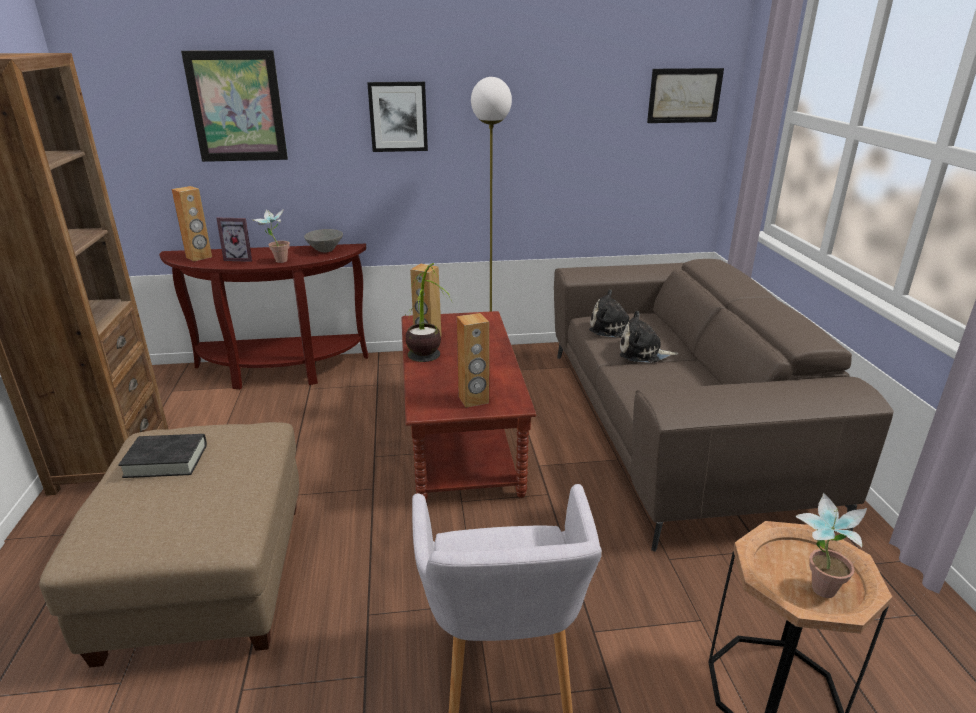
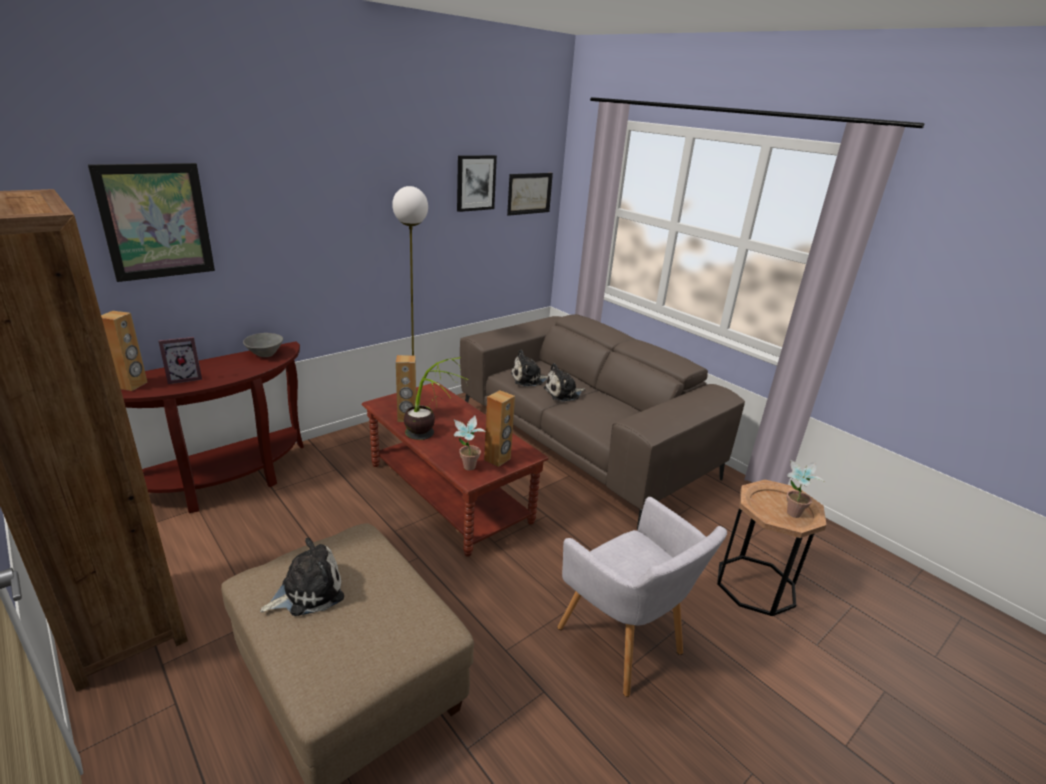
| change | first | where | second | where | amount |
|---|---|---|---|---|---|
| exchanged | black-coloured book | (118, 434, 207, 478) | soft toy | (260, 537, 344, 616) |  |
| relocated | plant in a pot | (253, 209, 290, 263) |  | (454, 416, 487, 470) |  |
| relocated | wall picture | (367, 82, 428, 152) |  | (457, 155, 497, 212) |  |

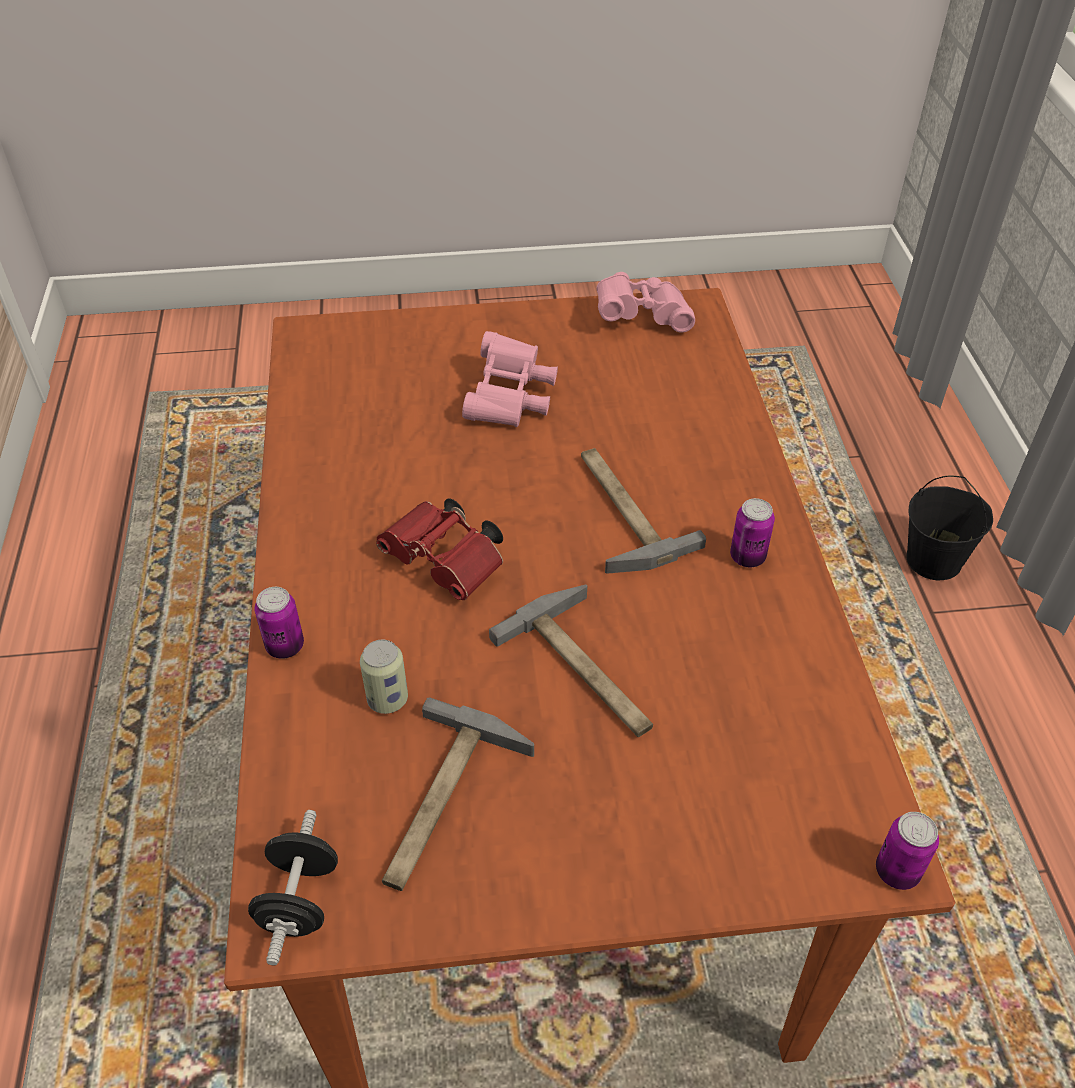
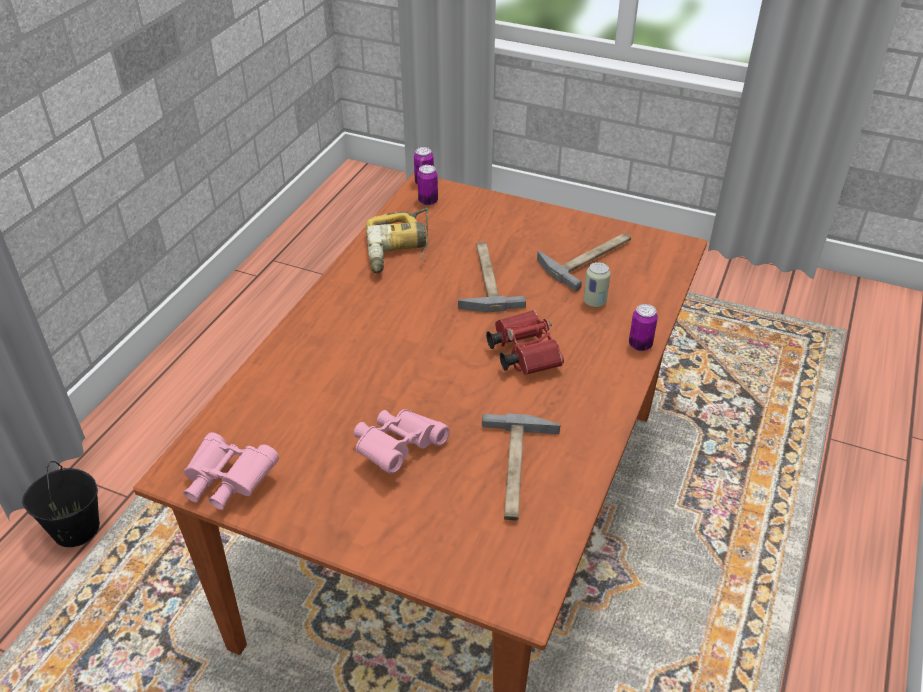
| change | first | where | second | where | amount |
|---|---|---|---|---|---|
| appeared |  |  | drill | (366, 207, 429, 273) |  |
| relocated | can | (730, 498, 775, 567) |  | (417, 165, 438, 206) |  |
| relocated | tool hammer | (581, 448, 706, 574) |  | (482, 413, 560, 521) |  |
| missing | black-coloured free weight | (248, 810, 338, 965) |  |  |  |

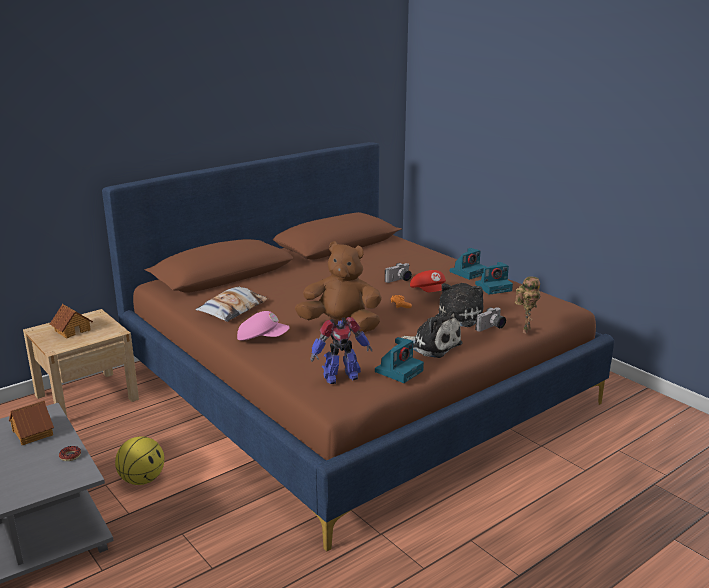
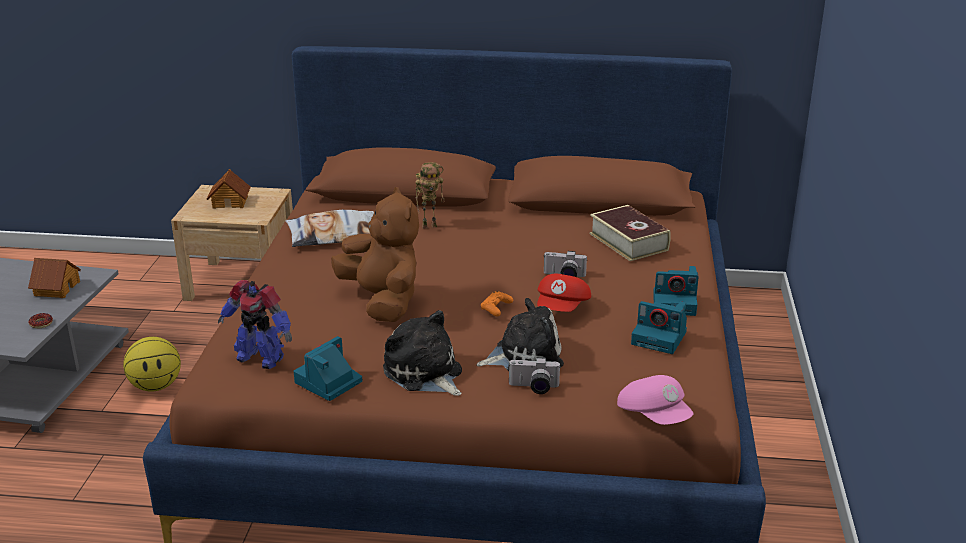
| change | first | where | second | where | amount |
|---|---|---|---|---|---|
| spun | photo camera | (375, 337, 424, 383) |  | (293, 336, 362, 401) | 135 degrees clockwise |
| spun | soft toy | (401, 310, 463, 358) |  | (383, 310, 462, 396) | 150 degrees clockwise |
| relocated | robot figure | (515, 276, 541, 334) |  | (415, 162, 444, 229) |  |
| appeared |  |  | book | (589, 205, 671, 261) |  |
| relocated | pinkish peaked cap | (237, 311, 290, 341) |  | (617, 375, 693, 425) |  |

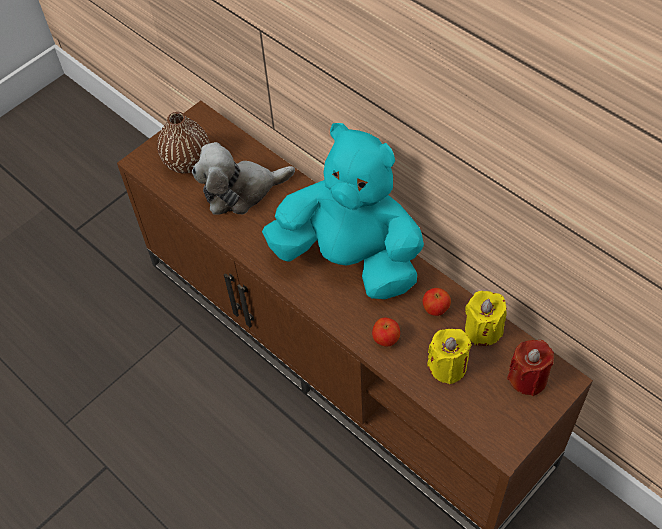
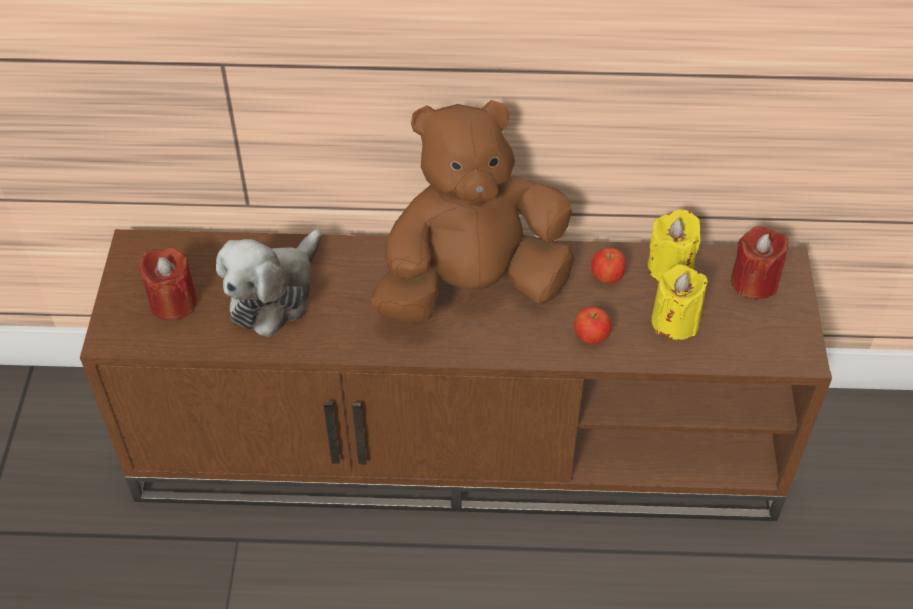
| change | first | where | second | where | amount |
|---|---|---|---|---|---|
| exchanged | brown flower vase | (157, 112, 209, 173) | red wax light | (138, 247, 197, 321) |  |
| colour | turquoise soft toy | (262, 123, 424, 299) | brown soft toy | (371, 100, 575, 324) |  |

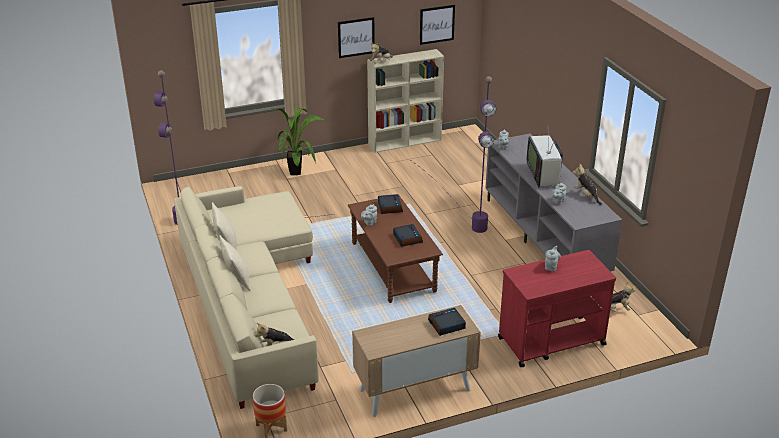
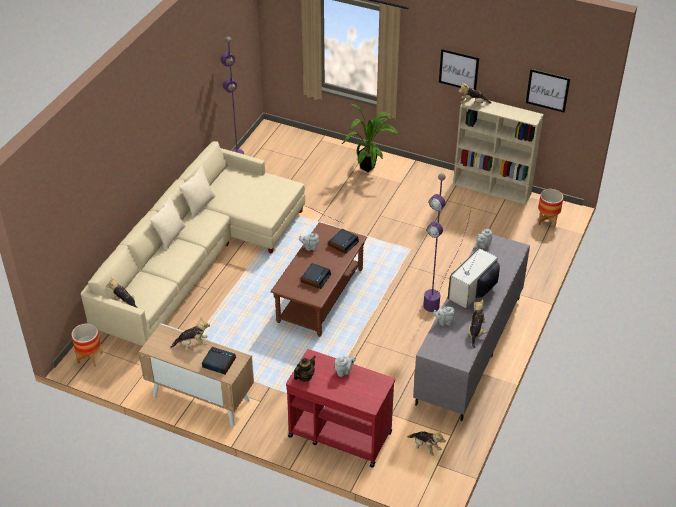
| change | first | where | second | where | amount |
|---|---|---|---|---|---|
| appeared |  |  | soft toy | (170, 318, 210, 348) |  |
| appeared |  |  | teapot | (294, 356, 316, 381) |  |
| appeared |  |  | plant pot | (538, 189, 563, 228) |  |

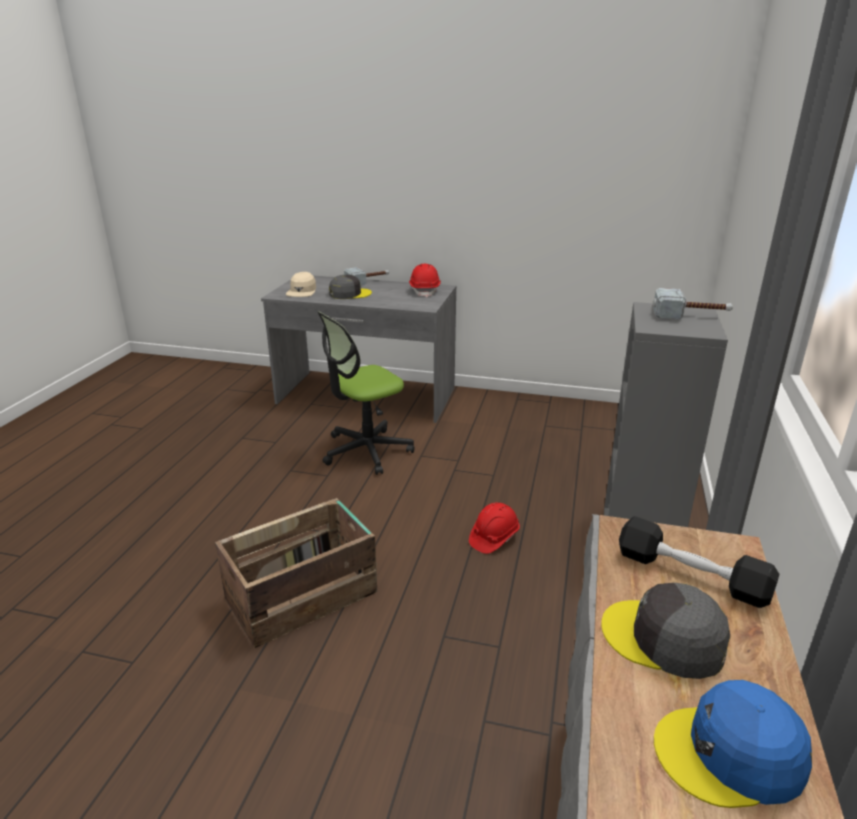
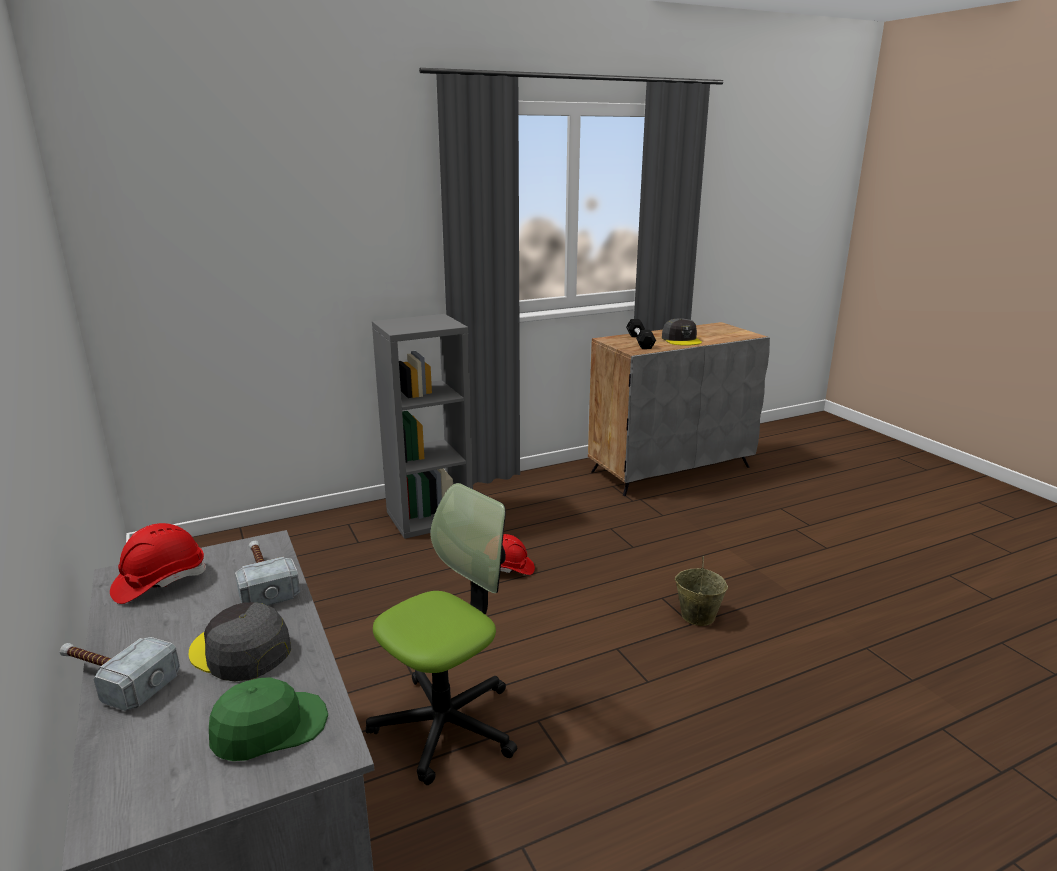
| change | first | where | second | where | amount |
|---|---|---|---|---|---|
| colour | sand-coloured peaked cap | (286, 272, 316, 297) | green-coloured peaked cap | (209, 677, 328, 761) |  |
| relocated | tool hammer | (653, 288, 733, 320) |  | (235, 541, 300, 605) |  |
| spun | desk chair | (318, 312, 415, 475) |  | (366, 483, 517, 785) | 60 degrees counterclockwise |
| exchanged | crate | (215, 498, 377, 648) | sand-coloured pail | (675, 556, 728, 626) |  |
| missing | blue-coloured peaked cap | (654, 680, 812, 808) |  |  |  |

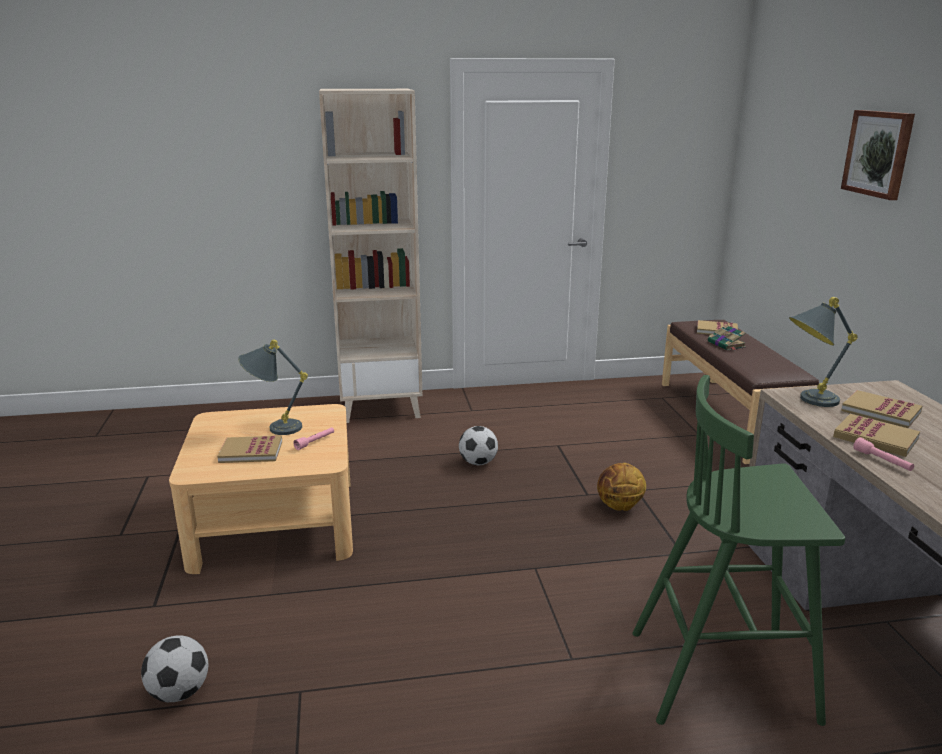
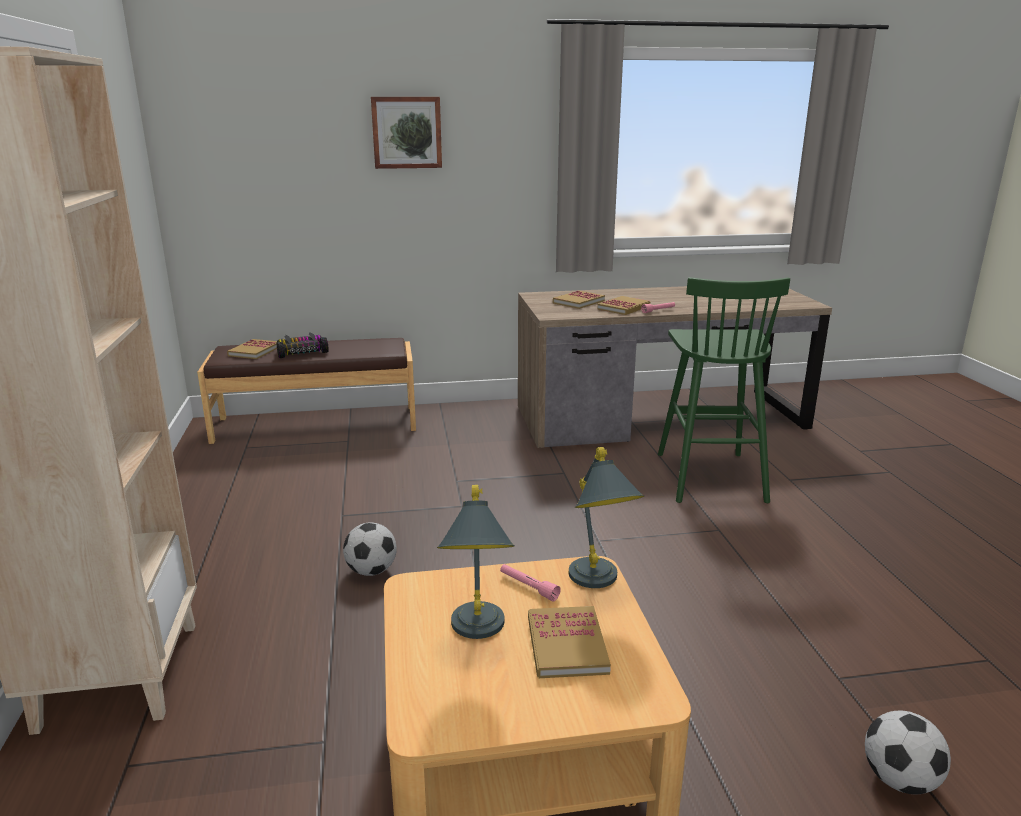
| change | first | where | second | where | amount |
|---|---|---|---|---|---|
| exchanged | book | (708, 325, 746, 351) | miniature car | (277, 332, 328, 358) |  |
| relocated | gray table lamp | (789, 297, 858, 407) |  | (569, 447, 644, 588) |  |
| missing | ball for basketball | (597, 463, 646, 511) |  |  |  |

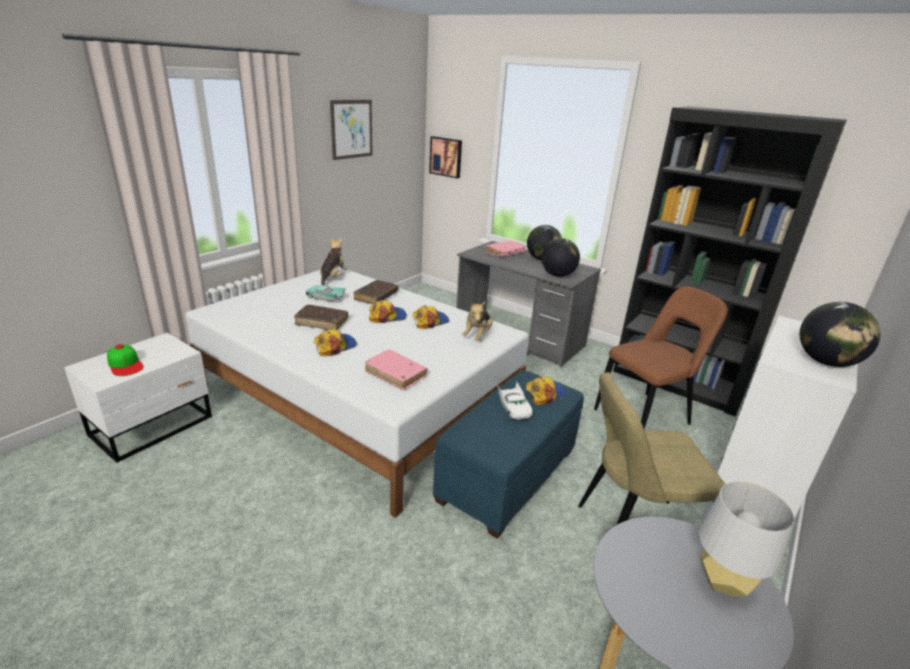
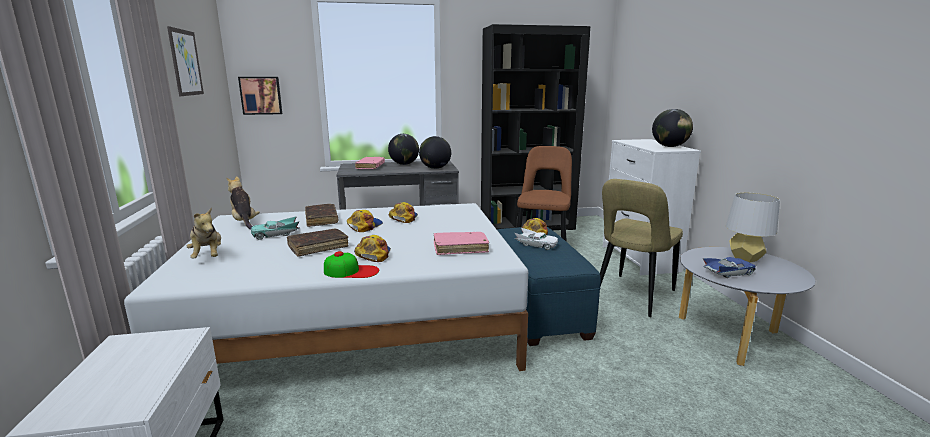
| change | first | where | second | where | amount |
|---|---|---|---|---|---|
| relocated | soft toy | (462, 302, 493, 341) |  | (187, 207, 221, 258) |  |
| relocated | peaked cap | (107, 344, 144, 376) |  | (324, 251, 379, 278) |  |
| appeared |  |  | blue-coloured miniature car | (703, 257, 755, 278) |  |

